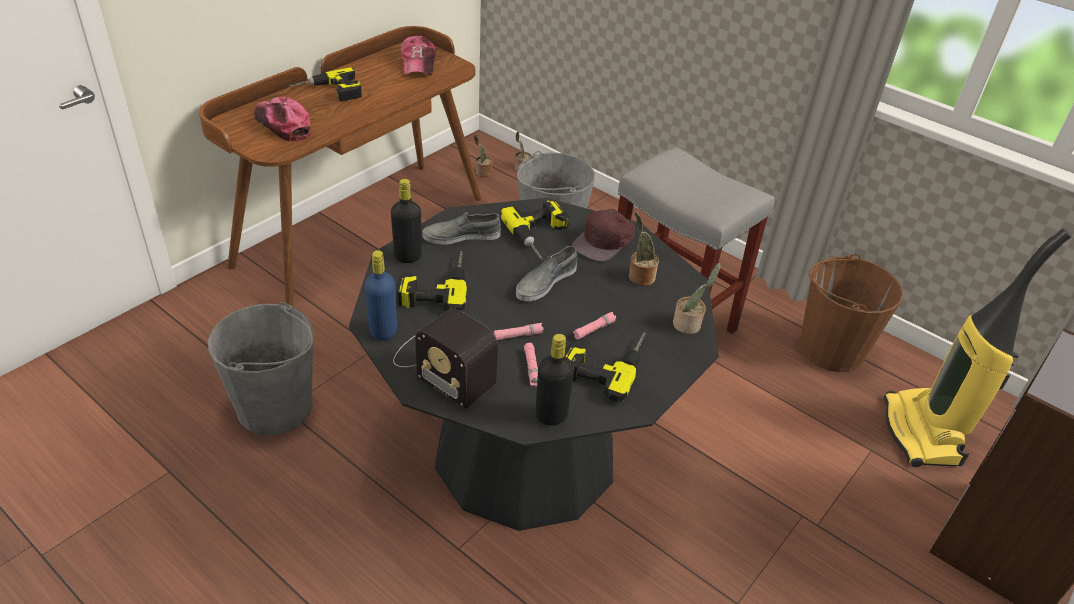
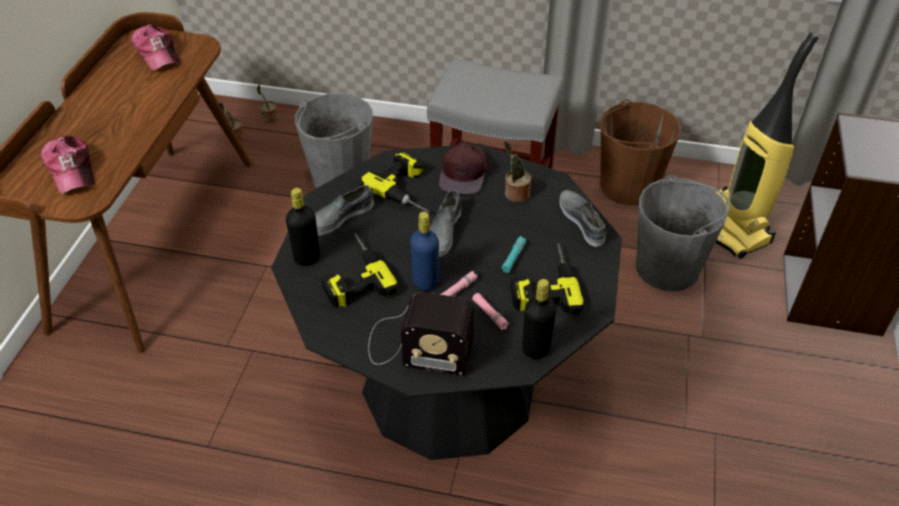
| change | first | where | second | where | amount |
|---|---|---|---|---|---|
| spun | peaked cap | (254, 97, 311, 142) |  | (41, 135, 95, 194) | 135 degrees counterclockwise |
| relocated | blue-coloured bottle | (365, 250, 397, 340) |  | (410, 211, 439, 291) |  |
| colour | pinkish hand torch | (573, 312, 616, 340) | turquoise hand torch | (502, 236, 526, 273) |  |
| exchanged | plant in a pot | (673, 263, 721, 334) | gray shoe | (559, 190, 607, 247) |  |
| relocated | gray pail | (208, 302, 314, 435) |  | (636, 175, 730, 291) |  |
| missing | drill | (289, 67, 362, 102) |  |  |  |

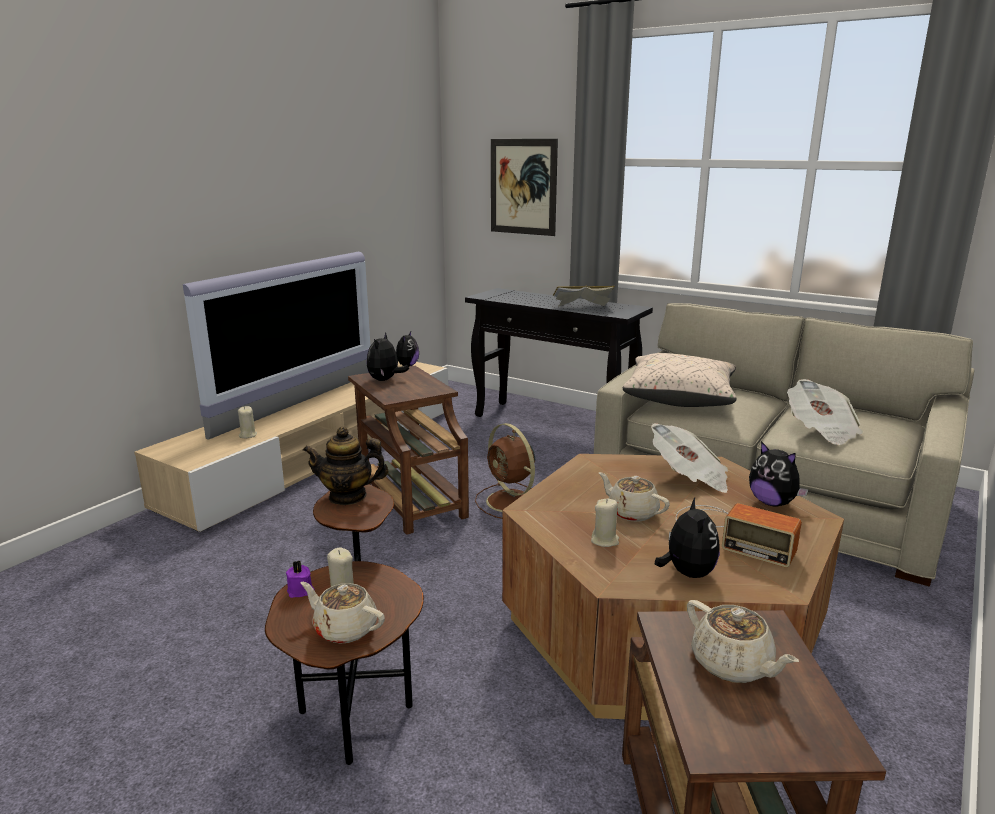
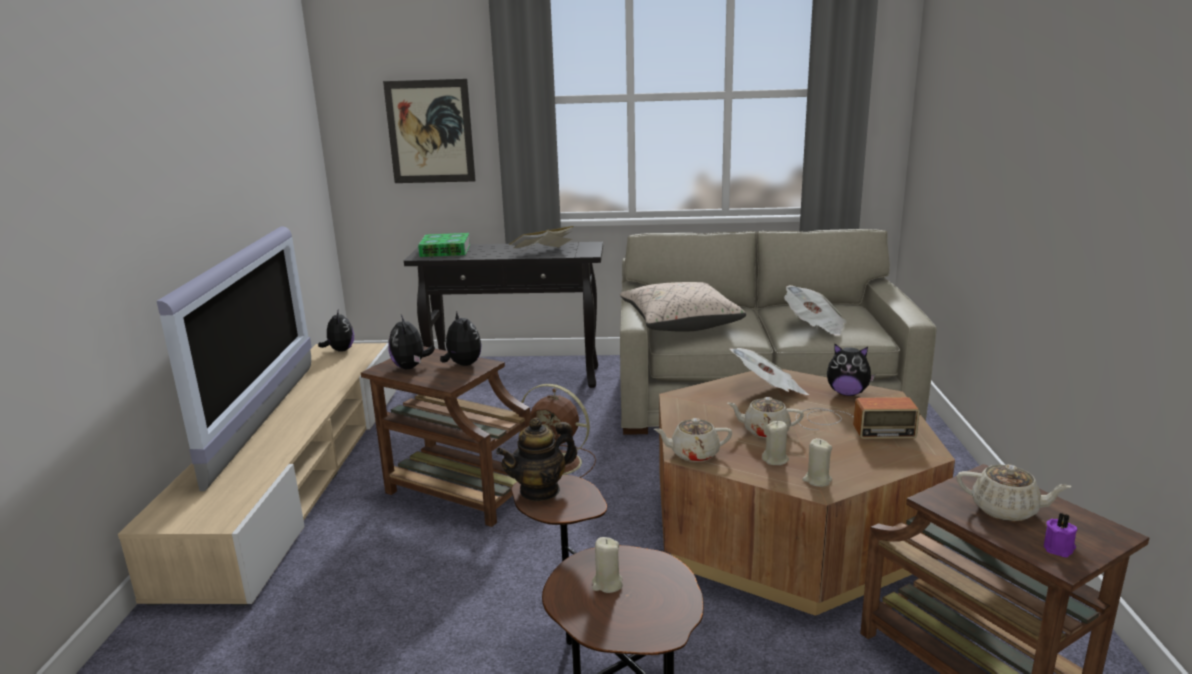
| change | first | where | second | where | amount |
|---|---|---|---|---|---|
| appeared |  |  | book | (418, 233, 470, 257) |  |
| relocated | soft toy | (655, 498, 720, 578) |  | (440, 312, 481, 366) |  |
| relocated | sand-coloured teapot | (301, 582, 385, 643) |  | (653, 418, 732, 462) |  |
| relocated | sand-coloured wax light | (238, 406, 257, 438) |  | (802, 438, 832, 487) |  |
| relocated | purple wax light | (286, 561, 314, 598) |  | (1044, 513, 1077, 558) |  |

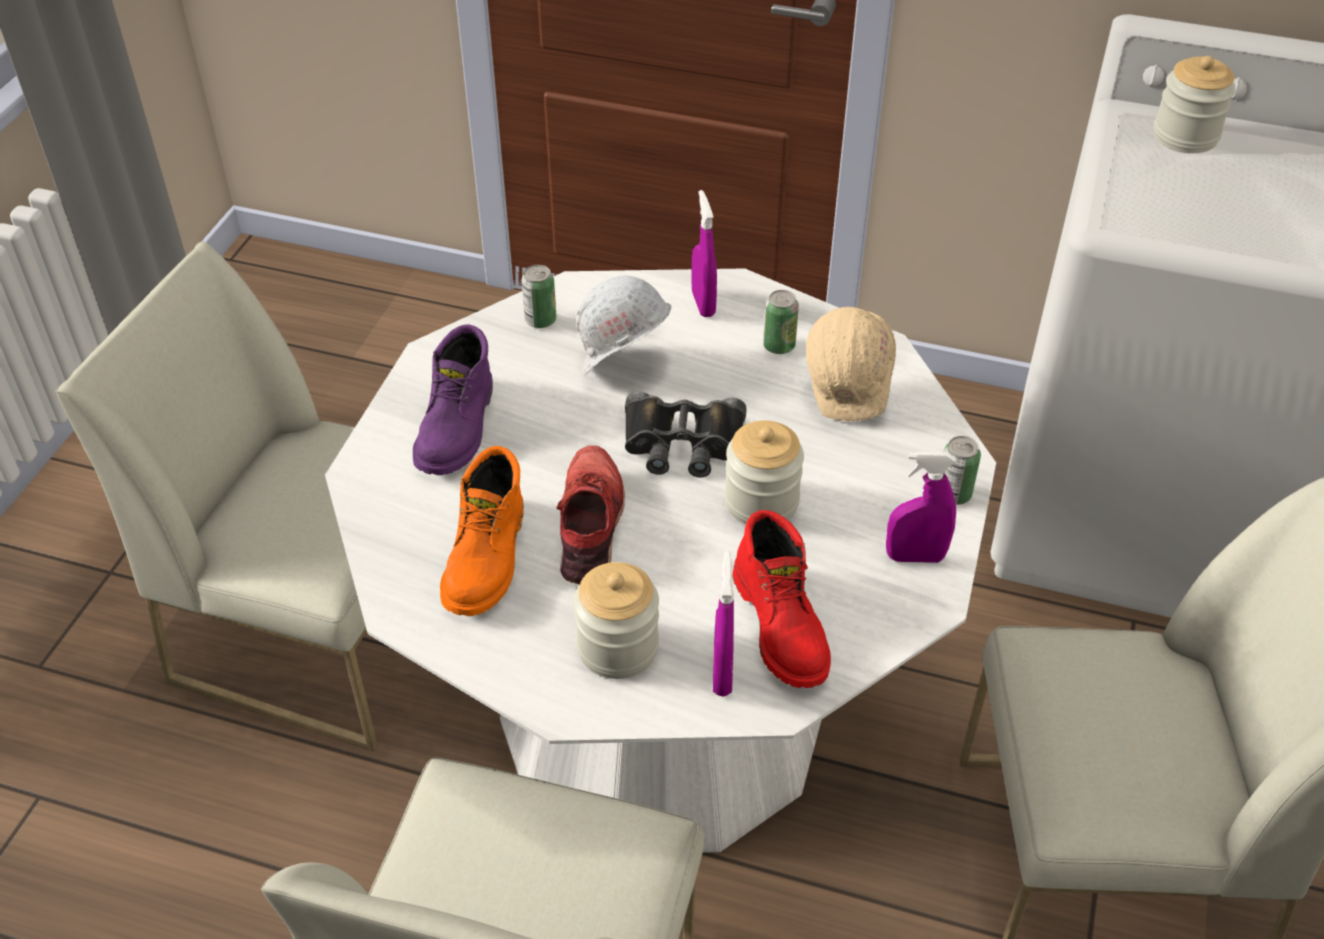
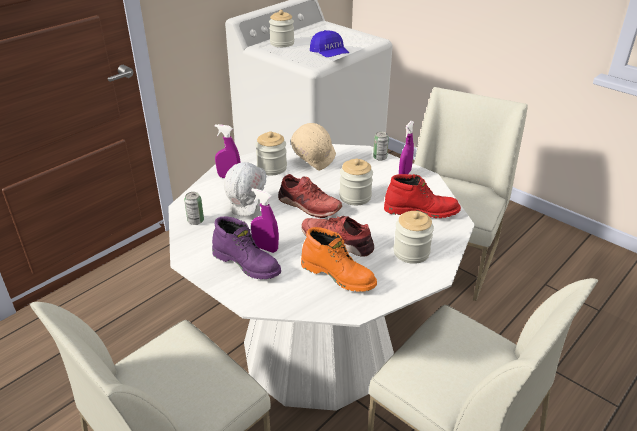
| change | first | where | second | where | amount |
|---|---|---|---|---|---|
| relocated | purple hand sprayer | (713, 551, 734, 697) |  | (251, 188, 279, 253) |  |
| exchanged | can | (763, 290, 799, 354) | jar | (255, 131, 287, 175) |  |
| exchanged | black-coloured pair of binoculars | (625, 391, 747, 478) | red shoe | (278, 174, 342, 218) |  |
| appeared |  |  | blue-coloured peaked cap | (310, 30, 349, 57) |  |

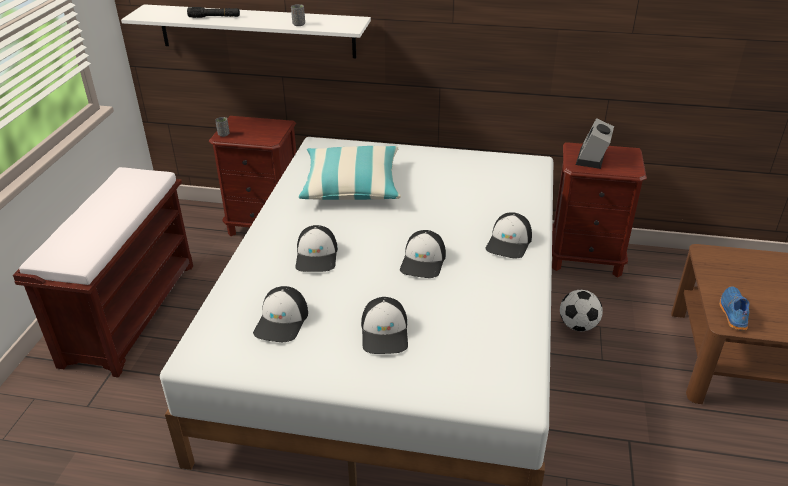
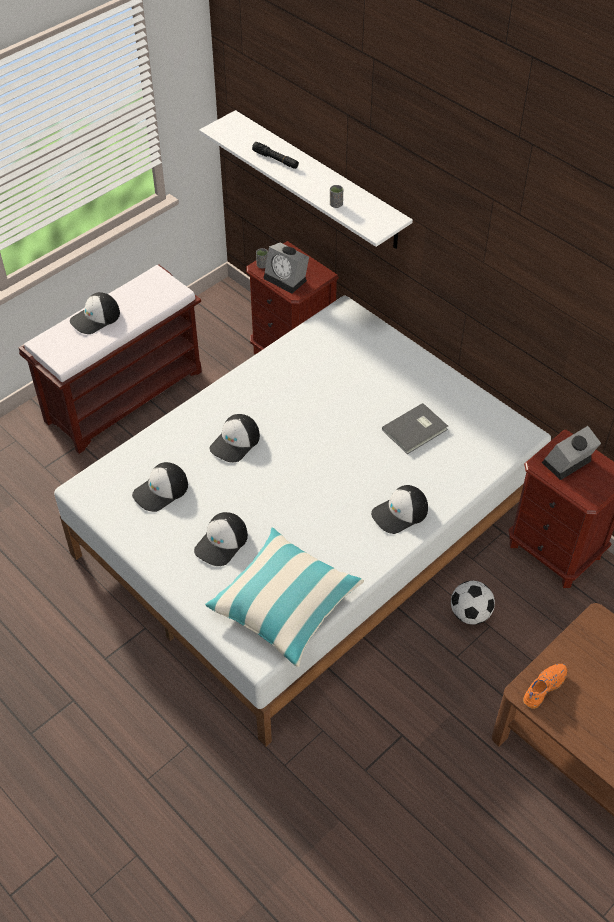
| change | first | where | second | where | amount |
|---|---|---|---|---|---|
| relocated | peaked cap | (400, 230, 446, 278) |  | (70, 292, 120, 334) |  |
| relocated | throw pillow | (299, 146, 401, 200) |  | (205, 528, 364, 667) |  |
| appeared |  |  | bedside clock | (264, 242, 309, 294) |  |
| appeared |  |  | gray book | (382, 403, 448, 454) |  |
| colour | blue-coloured shoe | (720, 286, 749, 331) | orange-coloured shoe | (523, 664, 567, 709) |  |

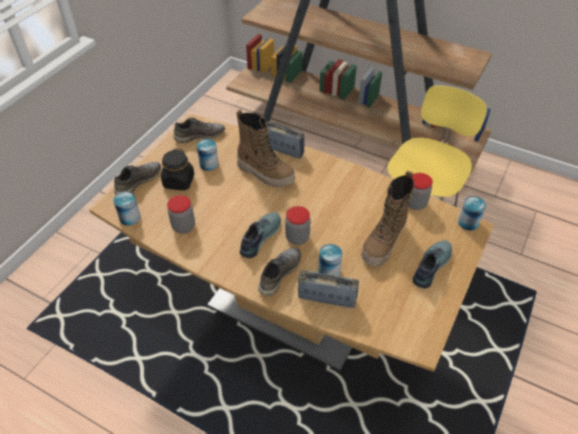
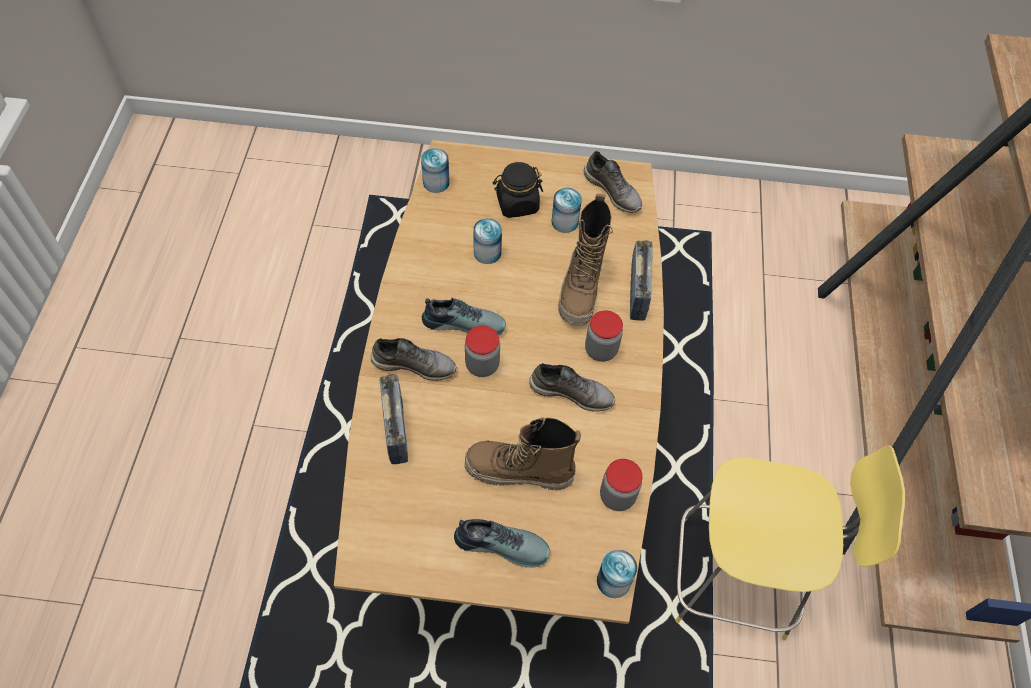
| change | first | where | second | where | amount |
|---|---|---|---|---|---|
| relocated | can | (318, 244, 343, 276) |  | (473, 218, 502, 264) |  |
| relocated | gray shoe | (114, 162, 161, 195) |  | (529, 363, 615, 412) |  |
| relocated | jar | (167, 195, 195, 234) |  | (585, 311, 623, 362) |  |

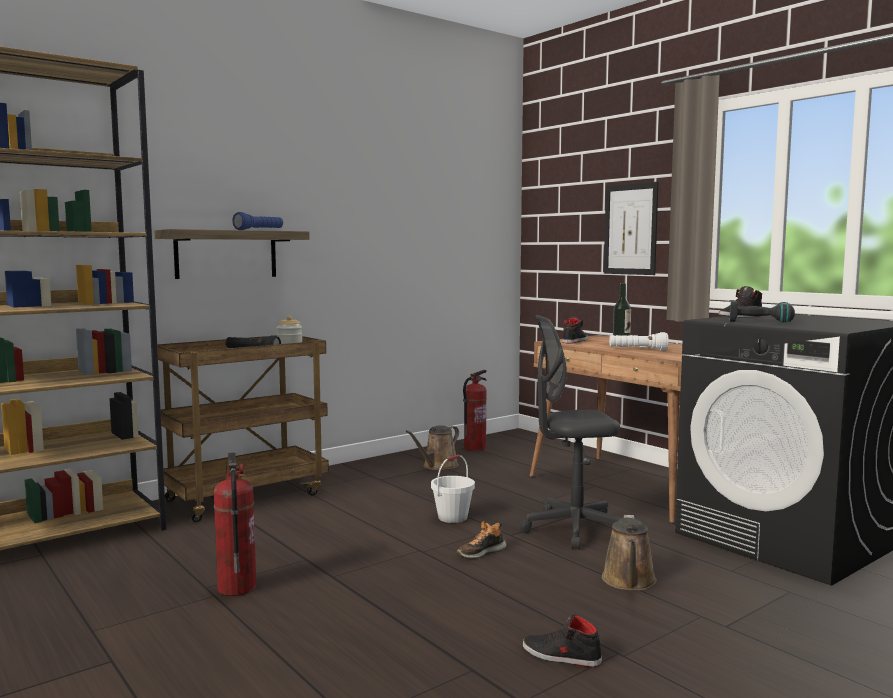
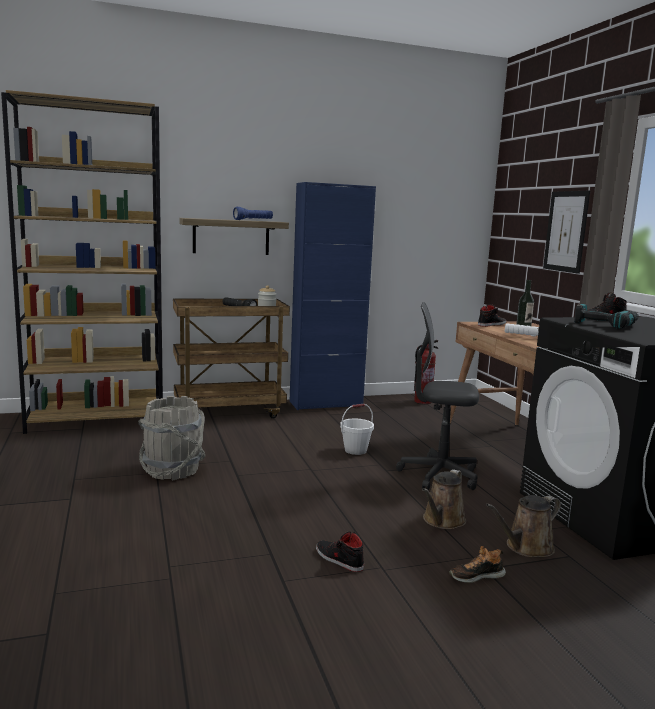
| change | first | where | second | where | amount |
|---|---|---|---|---|---|
| exchanged | fire-fighting cylinder | (214, 452, 256, 596) | gray pail | (138, 396, 206, 481) |  |
| appeared |  |  | blue-coloured cupboard | (290, 182, 376, 410) |  |
| relocated | shoe | (457, 521, 506, 558) |  | (449, 546, 506, 583) |  |
| relocated | brown sprinkling can | (406, 425, 459, 470) |  | (486, 495, 561, 557) |  |

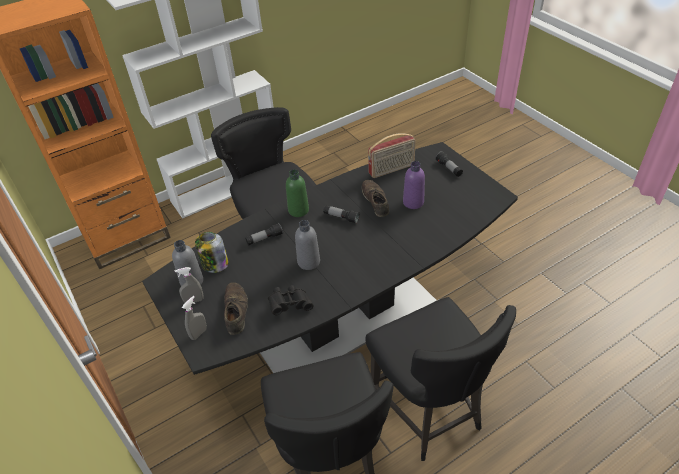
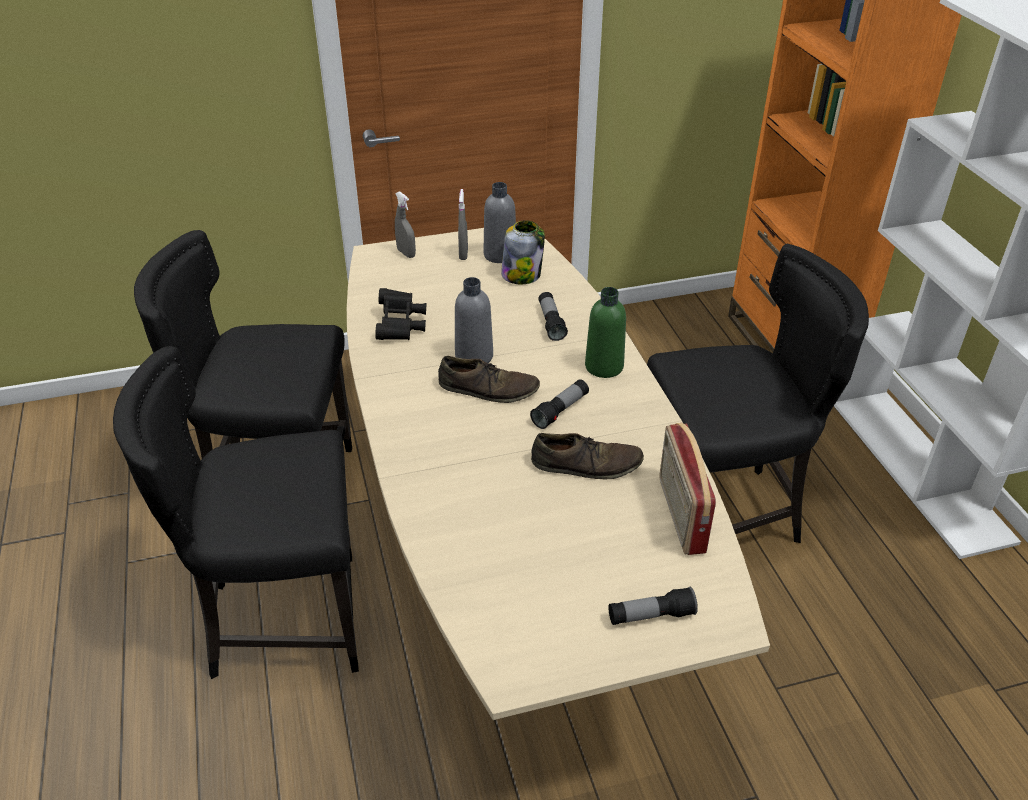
| change | first | where | second | where | amount |
|---|---|---|---|---|---|
| colour | black-coloured dinner table | (142, 142, 518, 375) | sand-coloured dinner table | (347, 228, 770, 720) |  |
| relocated | brown shoe | (224, 282, 248, 335) |  | (438, 356, 540, 403) |  |
| missing | purple bottle | (403, 161, 425, 209) |  |  |  |

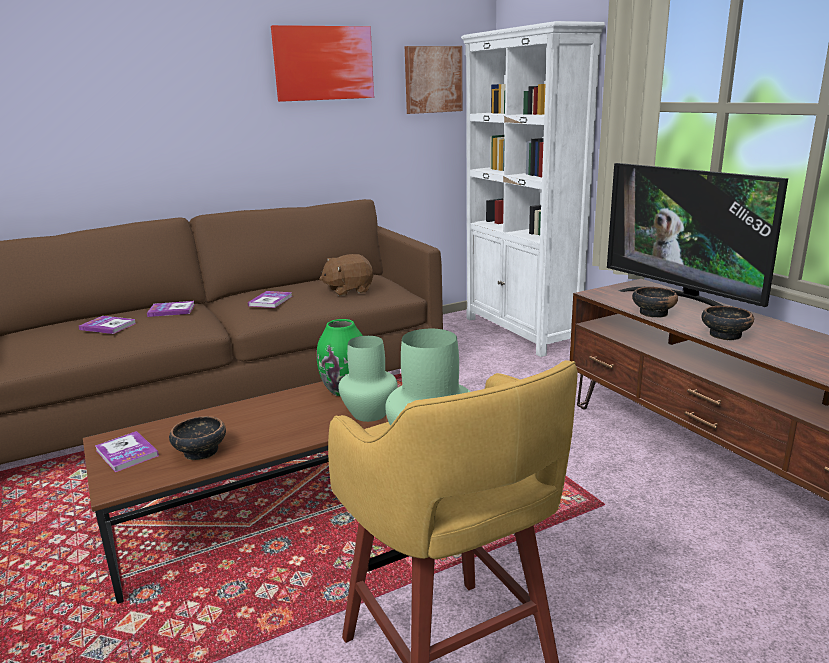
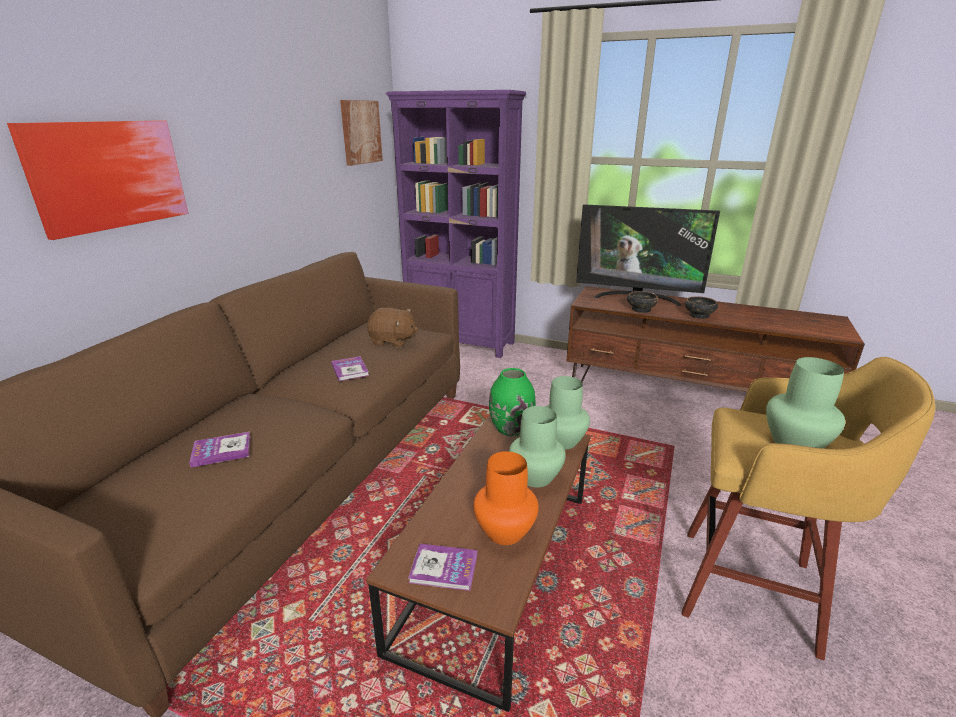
| change | first | where | second | where | amount |
|---|---|---|---|---|---|
| relocated | wall picture | (271, 25, 374, 102) |  | (7, 120, 188, 240) |  |
| spun | brown soft toy | (320, 254, 373, 296) |  | (367, 308, 418, 348) | 105 degrees counterclockwise |
| colour | white bookcase | (461, 21, 605, 357) | purple bookcase | (386, 90, 526, 358) |  |
| exchanged | deep dish | (169, 416, 226, 460) | orange-coloured flower vase | (473, 451, 539, 545) |  |
| appeared |  |  | green-coloured flower vase | (509, 406, 566, 488) |  |
| missing | book | (147, 301, 195, 317) |  |  |  |

